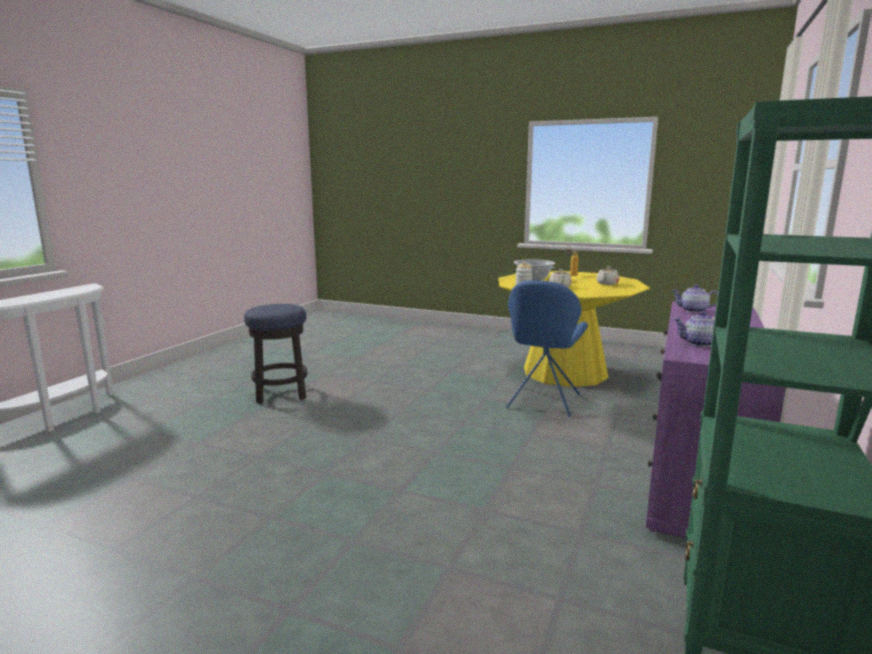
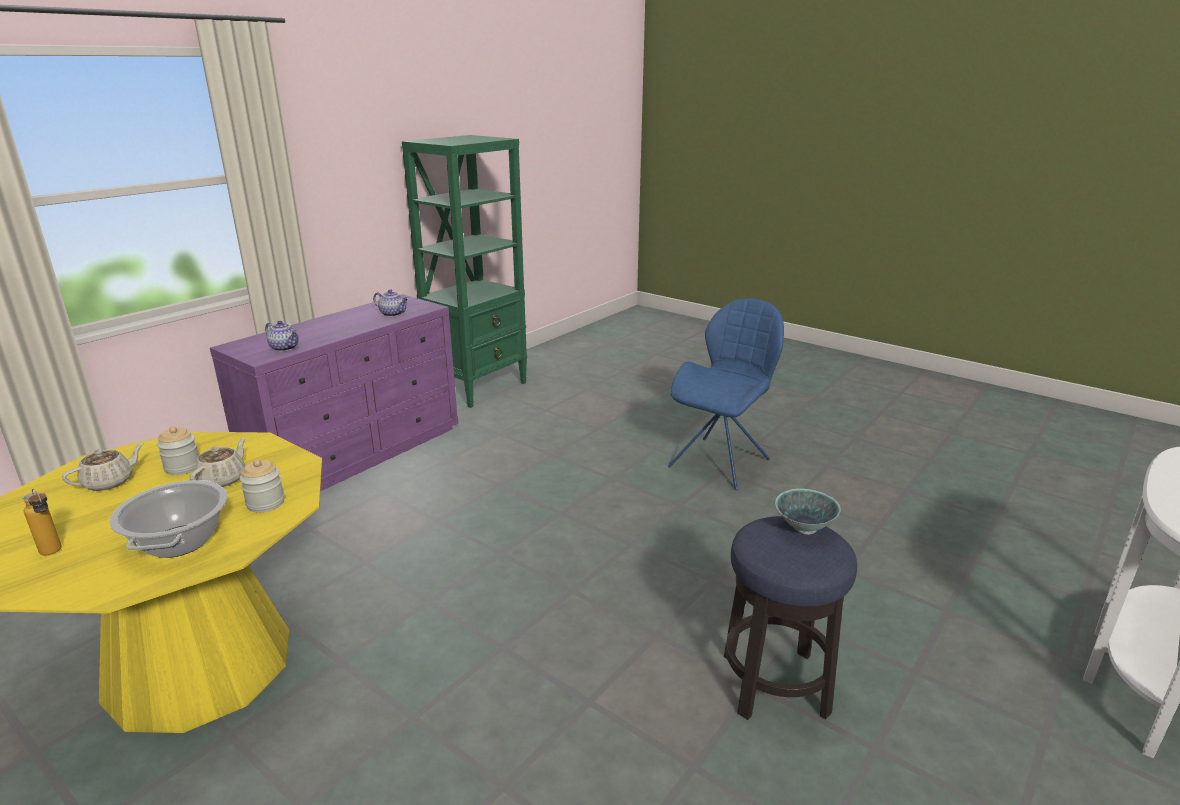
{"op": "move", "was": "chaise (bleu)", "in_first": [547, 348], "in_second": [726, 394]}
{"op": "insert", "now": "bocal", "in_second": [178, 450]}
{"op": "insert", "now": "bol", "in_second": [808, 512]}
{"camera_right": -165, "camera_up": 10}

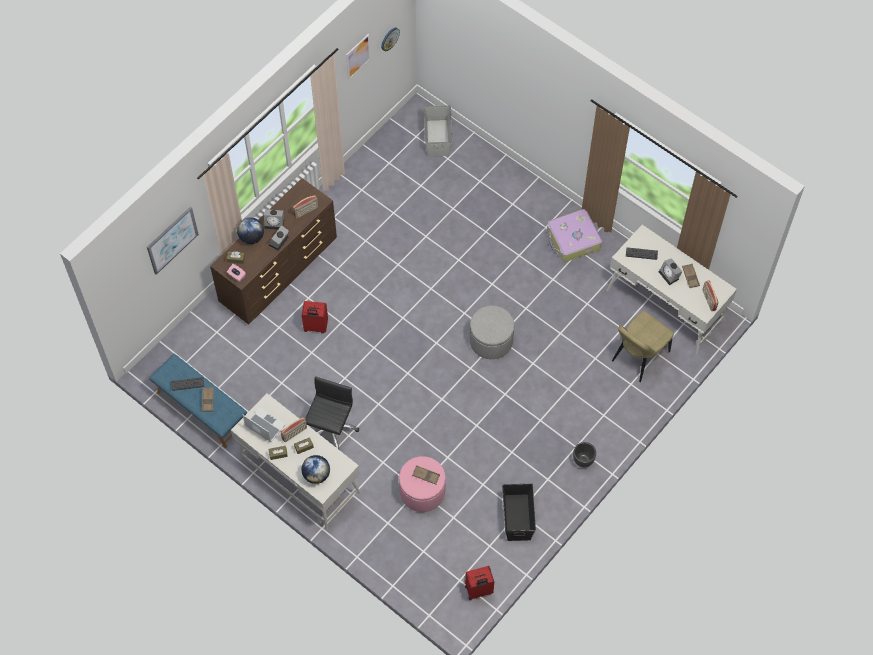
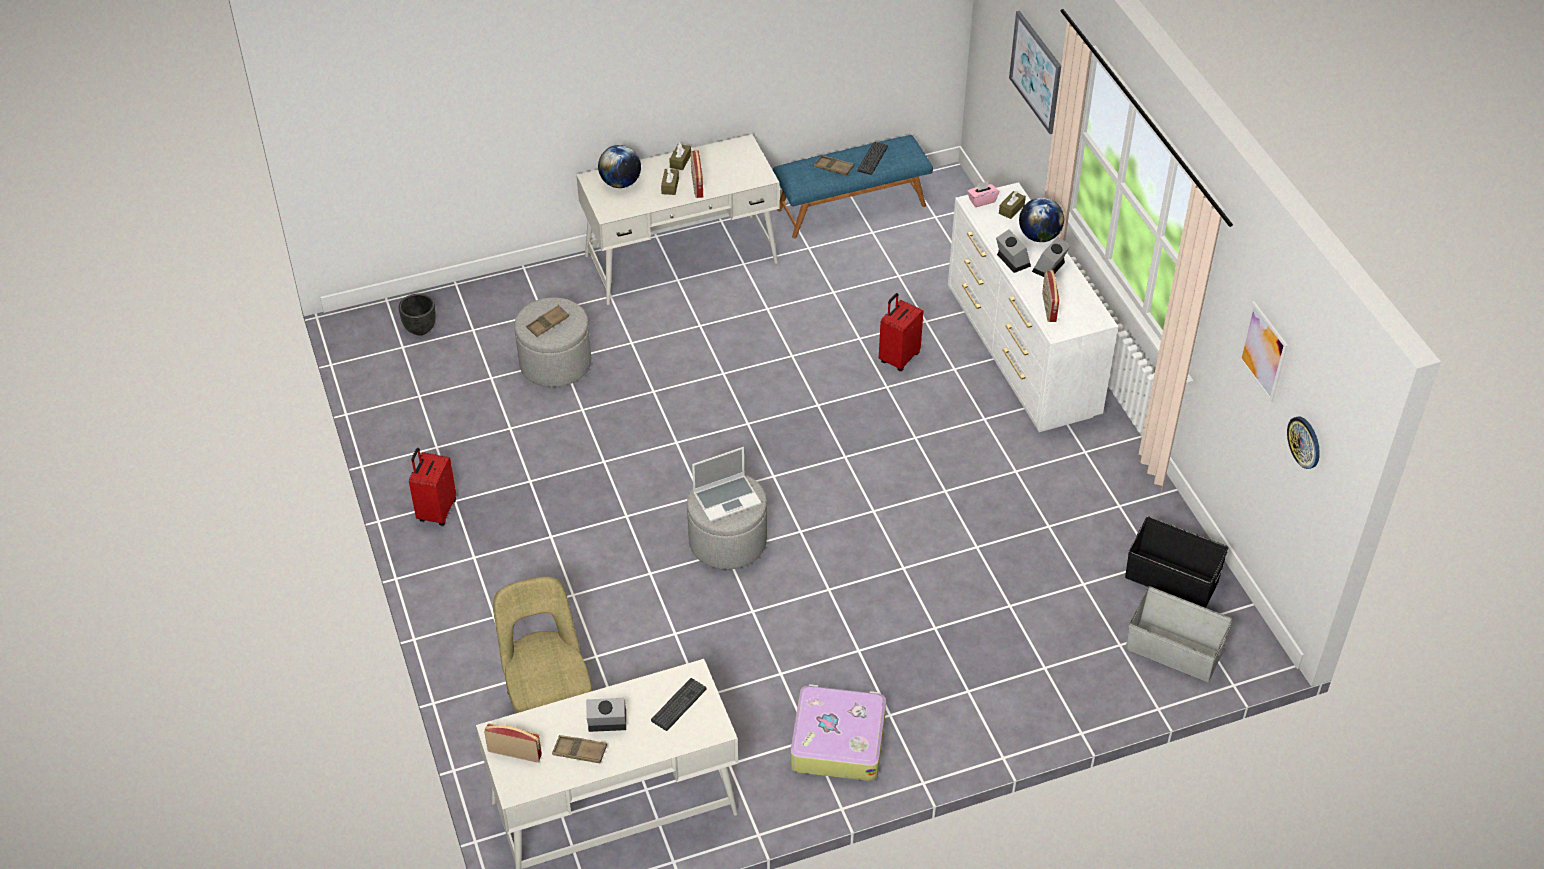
{"op": "recolor", "was": "commode (marron)", "now": "commode (blanc)", "in_first": [273, 251], "in_second": [1033, 307]}
{"op": "move", "was": "ordinateur portable", "in_first": [264, 425], "in_second": [726, 484]}
{"op": "delete", "was": "chaise de bureau (noir)", "in_first": [332, 413]}
{"op": "recolor", "was": "pouf (rose)", "now": "pouf (gris)", "in_first": [422, 484], "in_second": [552, 342]}
{"op": "move", "was": "valise (rouge)", "in_first": [479, 583], "in_second": [432, 486]}
{"op": "move", "was": "boîte de rangement (noir)", "in_first": [519, 512], "in_second": [1177, 562]}
{"op": "move", "was": "cache-pot (noir)", "in_first": [584, 454], "in_second": [417, 314]}
{"camera_right": 120, "camera_up": -15}

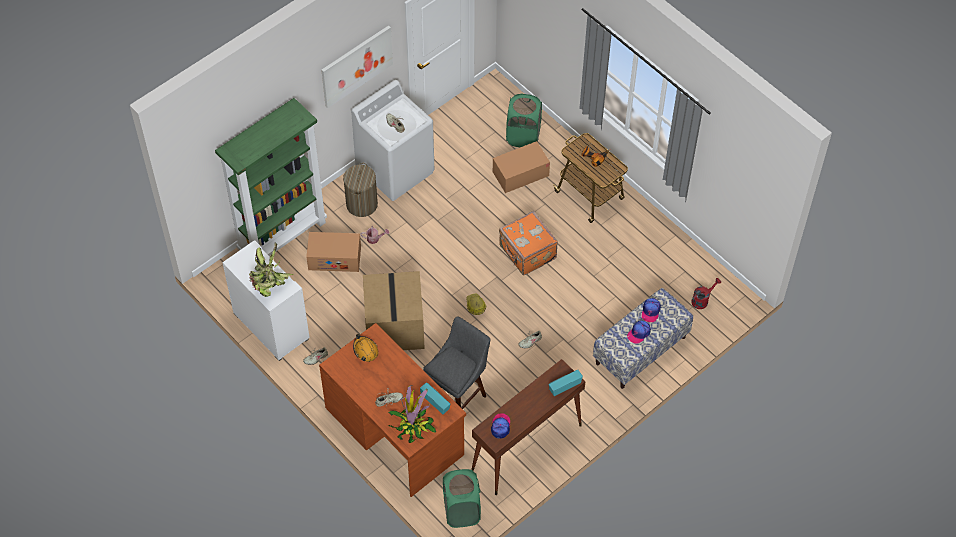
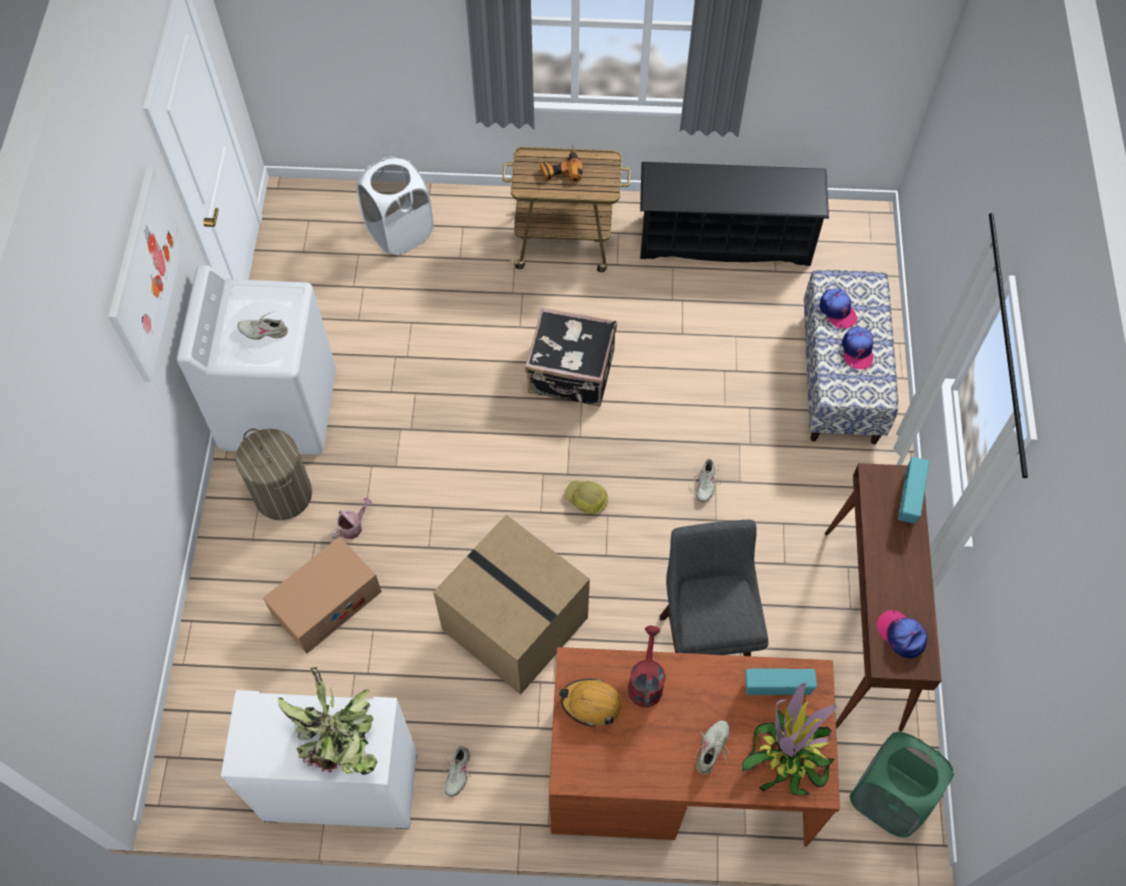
{"op": "delete", "was": "bibliothèque (vert)", "in_first": [271, 177]}
{"op": "delete", "was": "carton", "in_first": [521, 167]}
{"op": "recolor", "was": "valise (orange)", "now": "valise (noir)", "in_first": [528, 243], "in_second": [571, 357]}
{"op": "recolor", "was": "panier à linge (vert)", "now": "panier à linge (blanc)", "in_first": [524, 120], "in_second": [394, 205]}
{"op": "move", "was": "arrosoir (rouge)", "in_first": [706, 293], "in_second": [647, 667]}
{"op": "insert", "now": "étagère à chaussures (noir)", "in_second": [734, 214]}
{"camera_right": -45, "camera_up": 5}

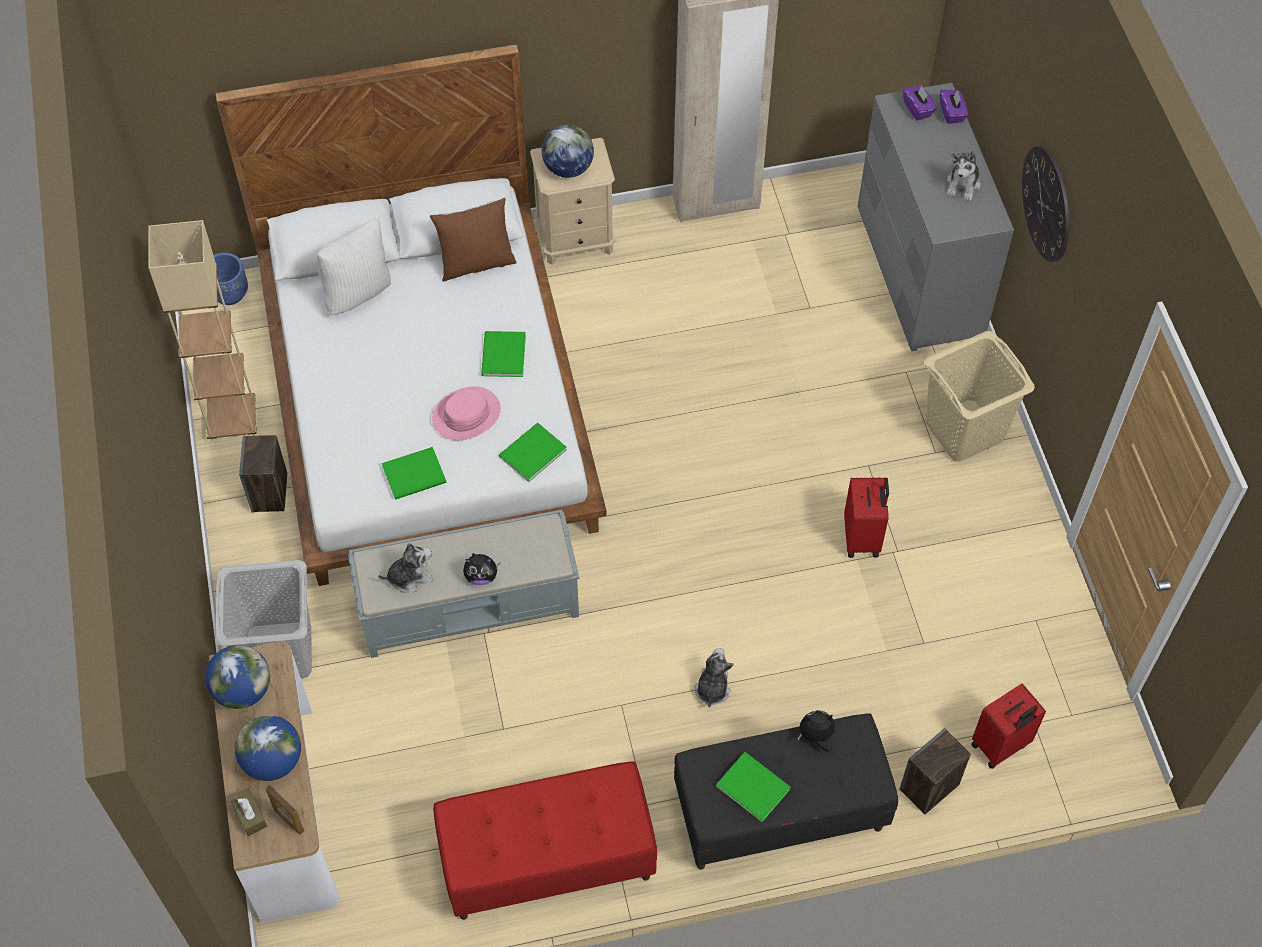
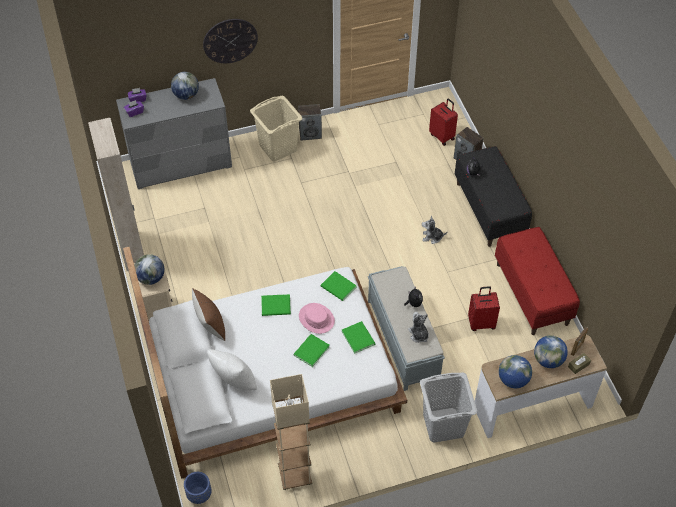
{"op": "move", "was": "enceinte", "in_first": [263, 474], "in_second": [310, 122]}
{"op": "move", "was": "livre (vert)", "in_first": [753, 787], "in_second": [311, 350]}
{"op": "move", "was": "valise (rouge)", "in_first": [866, 518], "in_second": [484, 308]}
{"op": "replace", "was": "peluche", "now": "globe", "in_first": [963, 175], "in_second": [185, 86]}
{"camera_right": -95, "camera_up": -5}

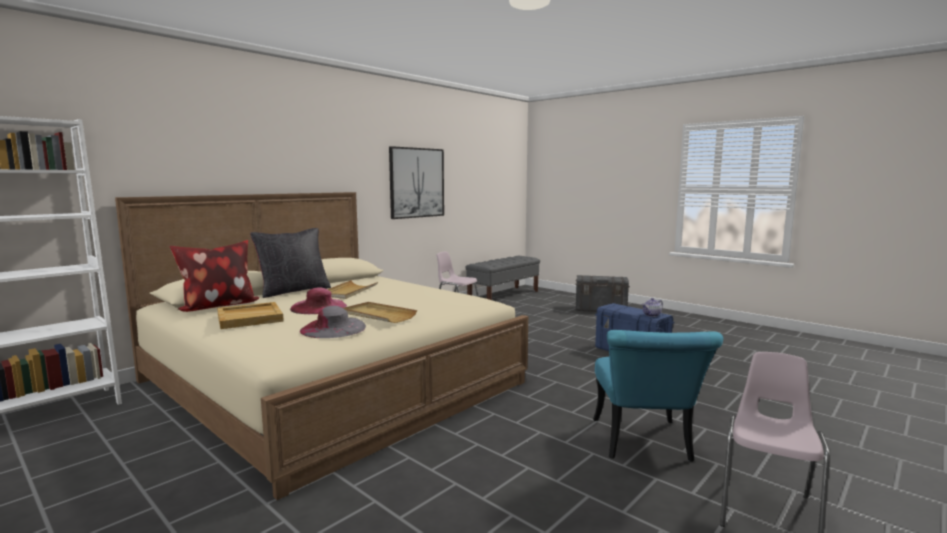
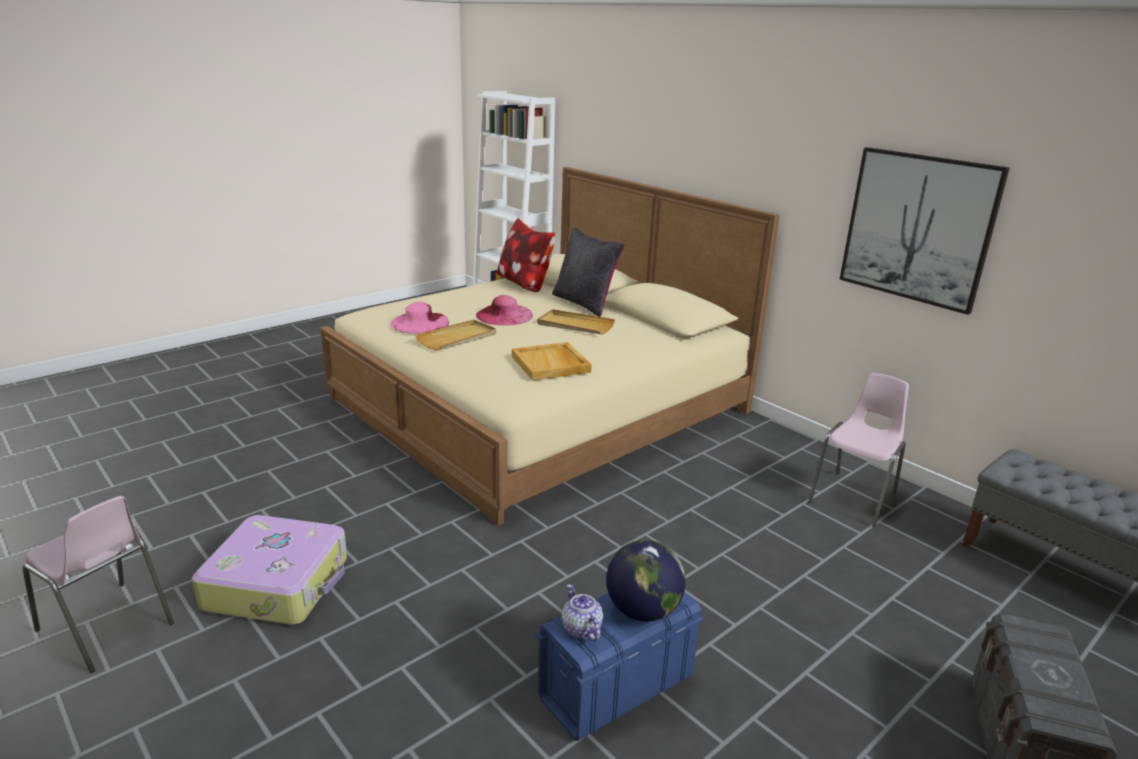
{"op": "move", "was": "plateau (beige)", "in_first": [250, 315], "in_second": [552, 361]}
{"op": "recolor", "was": "chapeau (gris)", "now": "chapeau (rose)", "in_first": [333, 322], "in_second": [419, 318]}
{"op": "replace", "was": "chaise (turquoise)", "now": "valise", "in_first": [658, 396], "in_second": [269, 570]}
{"op": "insert", "now": "globe", "in_second": [646, 581]}
{"camera_right": 95, "camera_up": 15}

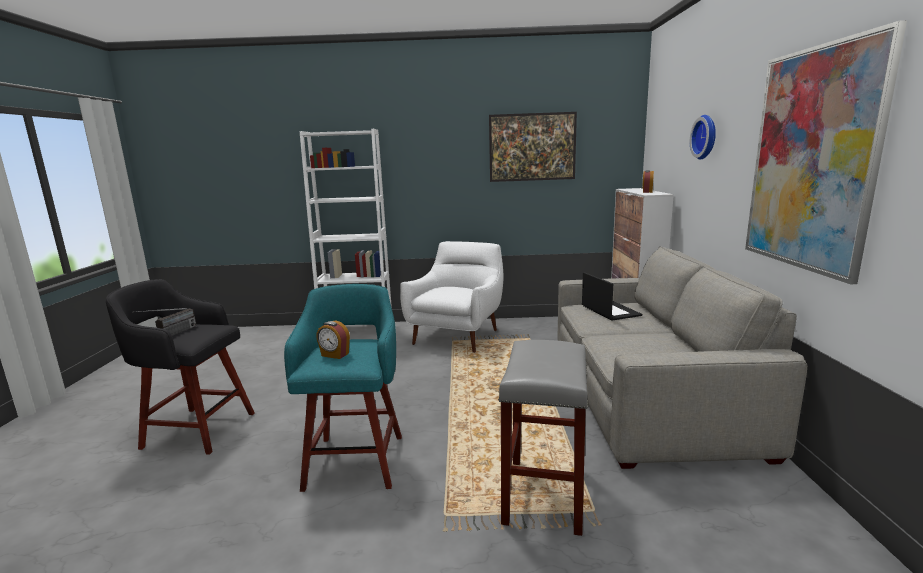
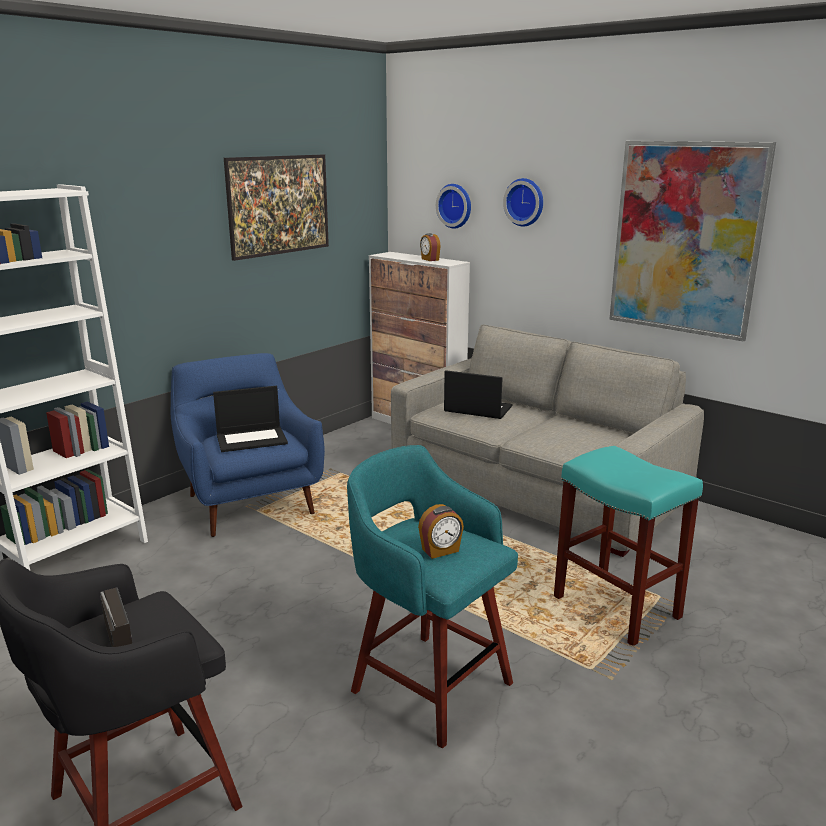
{"op": "recolor", "was": "fauteuil (blanc)", "now": "fauteuil (bleu)", "in_first": [452, 297], "in_second": [248, 445]}
{"op": "recolor", "was": "tabouret (gris)", "now": "tabouret (turquoise)", "in_first": [543, 438], "in_second": [628, 546]}
{"op": "insert", "now": "ordinateur portable", "in_second": [250, 419]}
{"op": "insert", "now": "horloge murale", "in_second": [453, 206]}
{"camera_right": -50, "camera_up": 5}

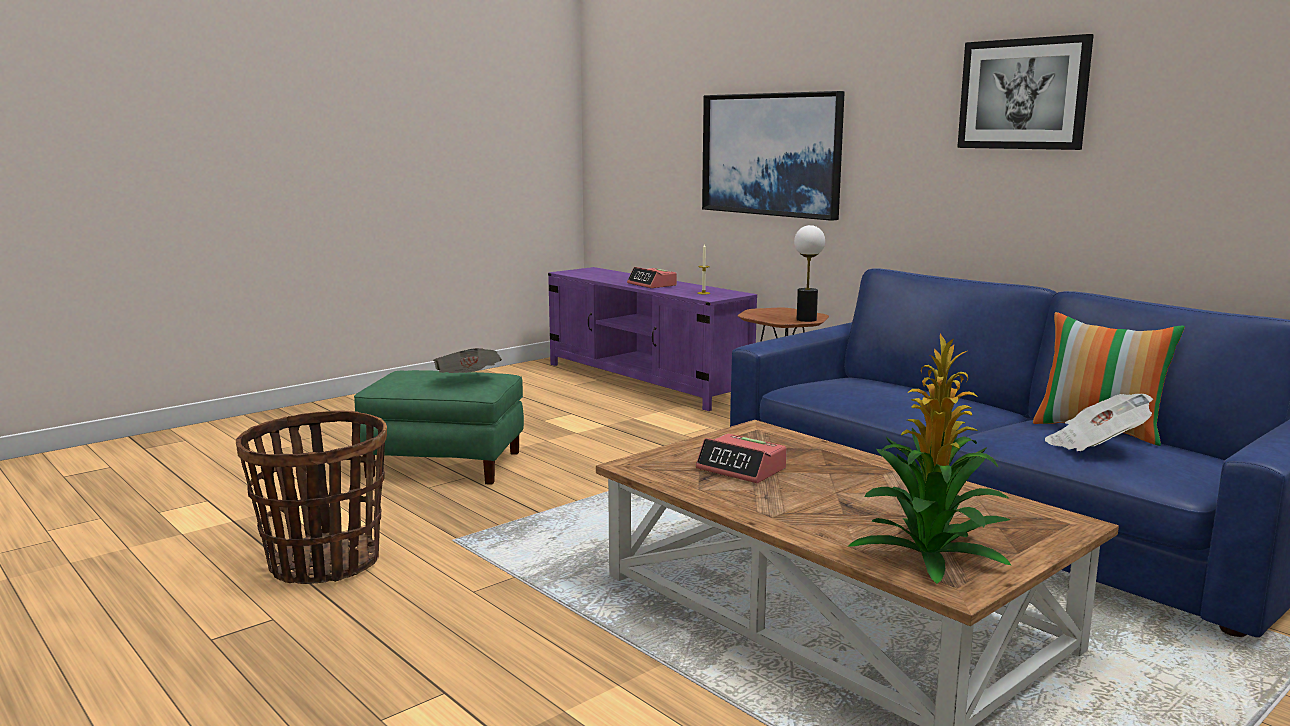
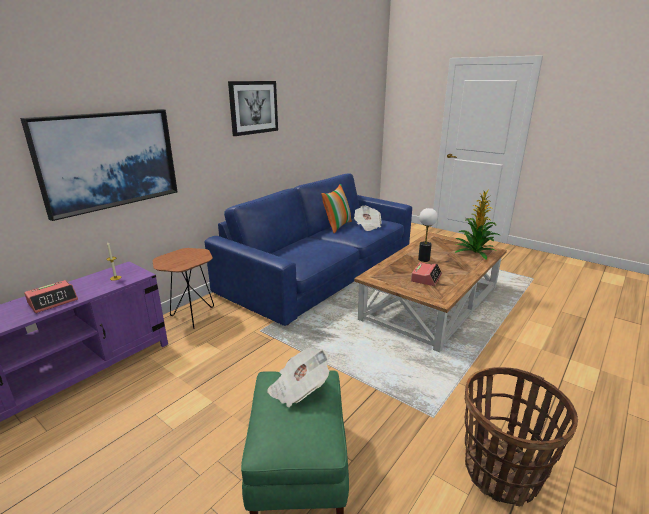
{"op": "move", "was": "lampe de table", "in_first": [809, 273], "in_second": [428, 235]}
{"camera_right": -100, "camera_up": 10}

